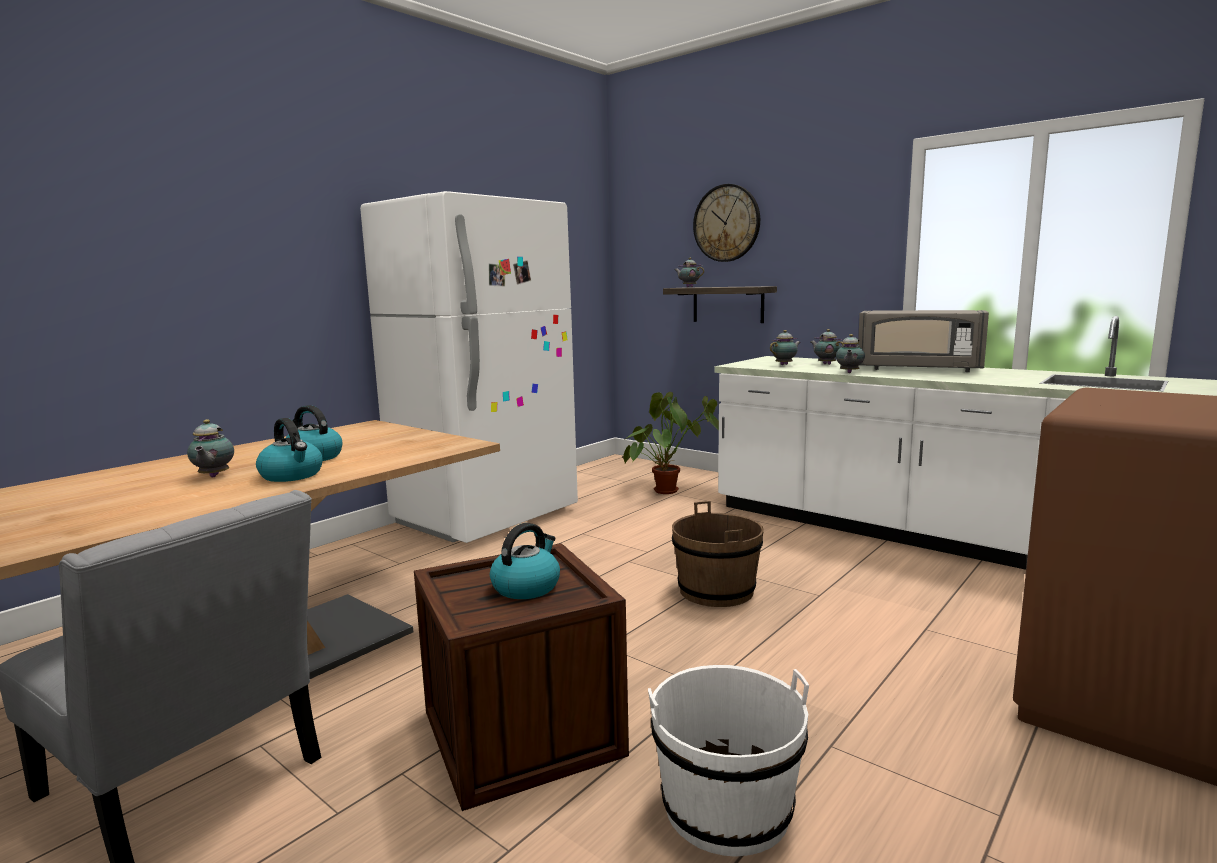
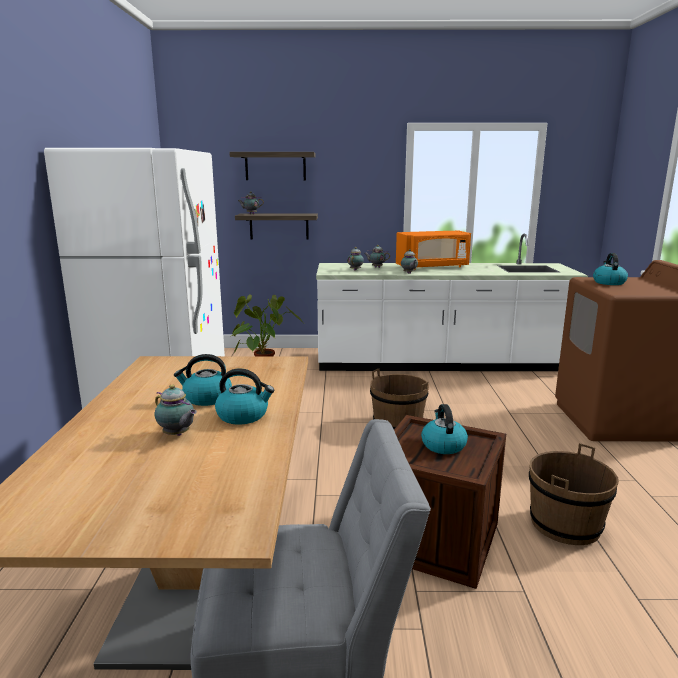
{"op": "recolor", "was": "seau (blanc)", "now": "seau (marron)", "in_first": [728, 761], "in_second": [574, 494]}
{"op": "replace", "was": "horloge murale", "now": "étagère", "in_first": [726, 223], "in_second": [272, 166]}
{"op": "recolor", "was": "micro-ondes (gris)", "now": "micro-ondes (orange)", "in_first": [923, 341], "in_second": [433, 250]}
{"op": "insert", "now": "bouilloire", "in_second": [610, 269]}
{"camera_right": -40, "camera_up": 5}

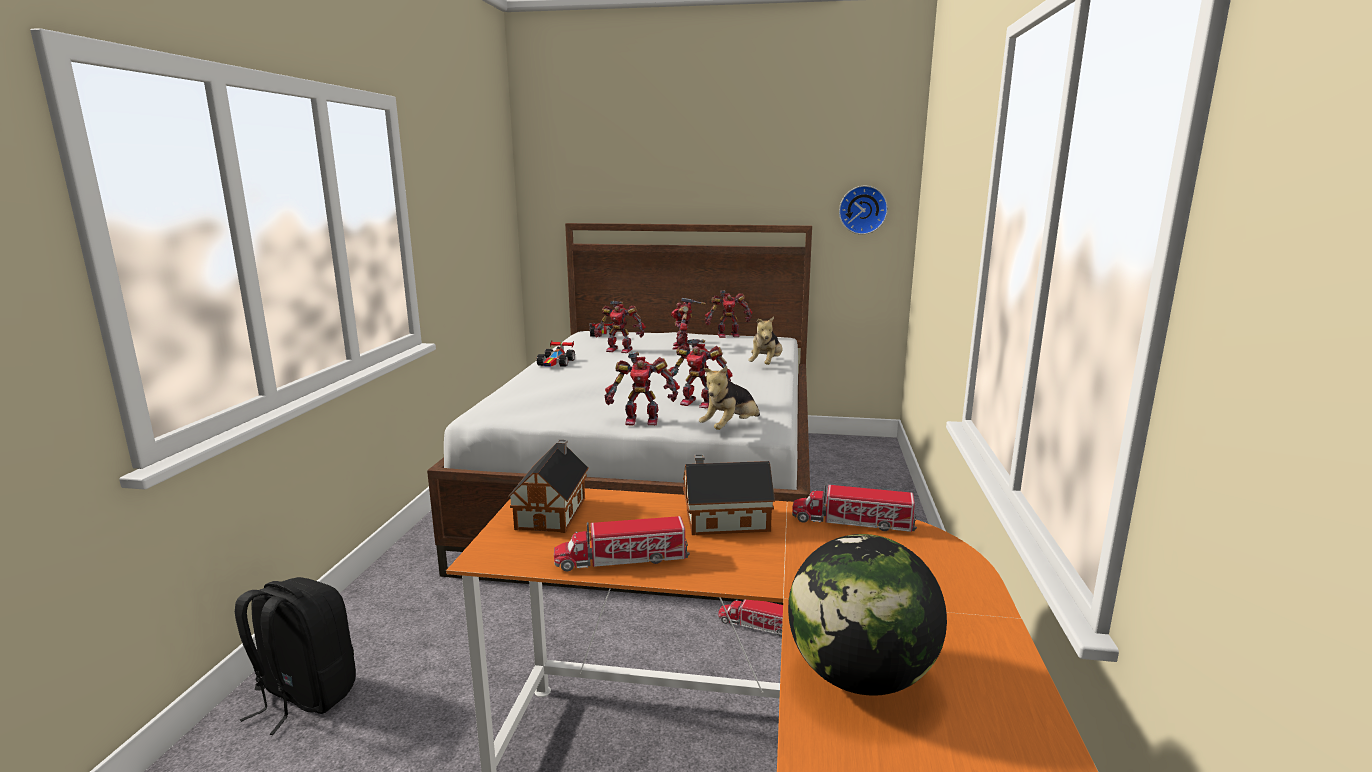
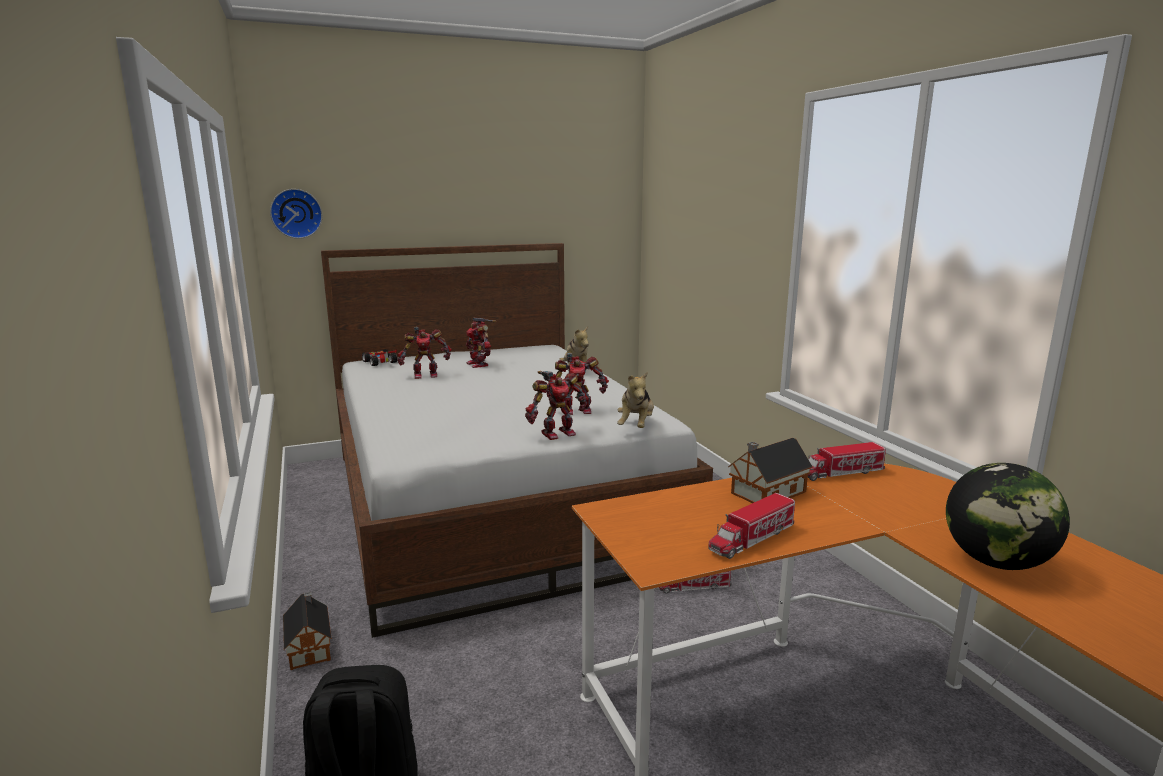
{"op": "move", "was": "maison miniature", "in_first": [548, 486], "in_second": [307, 631]}
{"op": "delete", "was": "petite voiture", "in_first": [556, 354]}
{"op": "delete", "was": "robot jouet", "in_first": [729, 314]}
{"op": "move", "was": "horloge murale", "in_first": [863, 210], "in_second": [296, 214]}
{"camera_right": -30, "camera_up": 0}

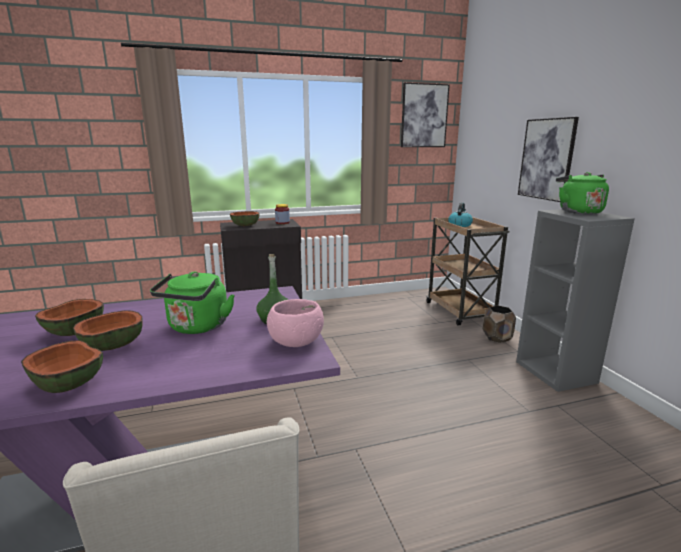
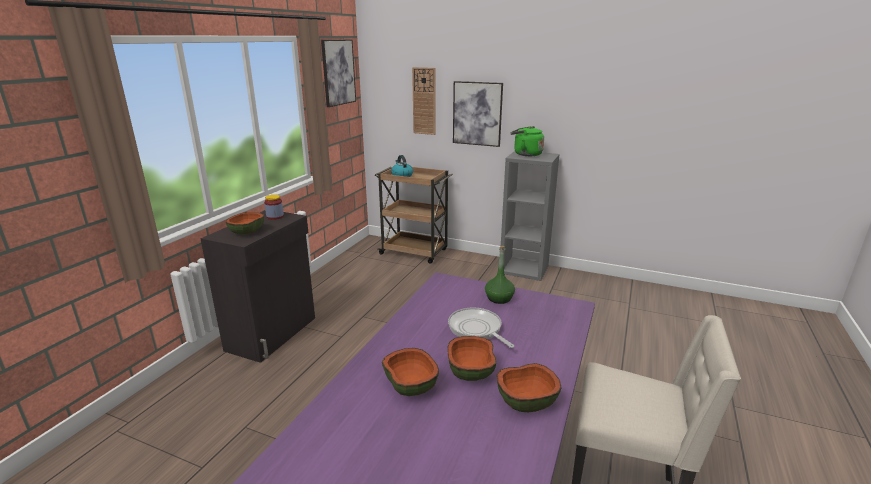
{"op": "replace", "was": "bouilloire (vert)", "now": "poêle", "in_first": [192, 302], "in_second": [481, 327]}
{"op": "delete", "was": "bol (rose)", "in_first": [295, 323]}
{"op": "delete", "was": "cache-pot (marron)", "in_first": [499, 324]}
{"op": "insert", "now": "horloge murale", "in_second": [423, 101]}
{"camera_right": -50, "camera_up": 5}

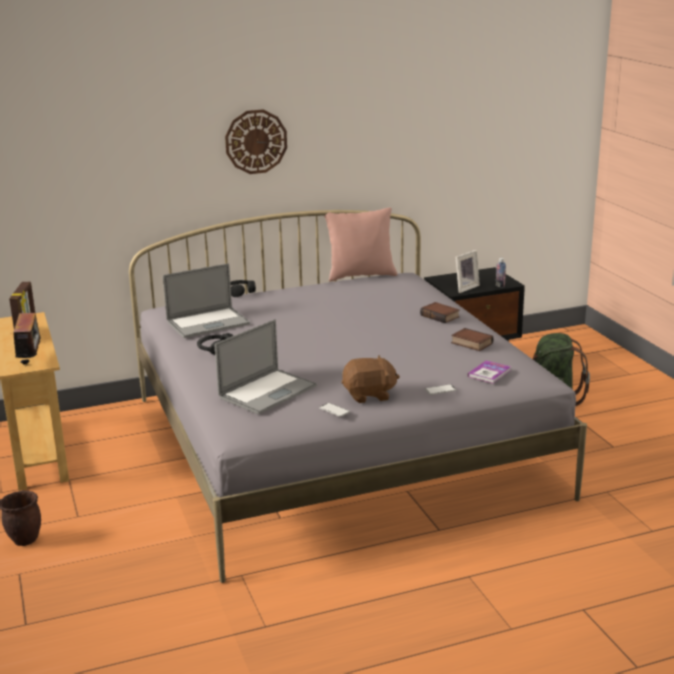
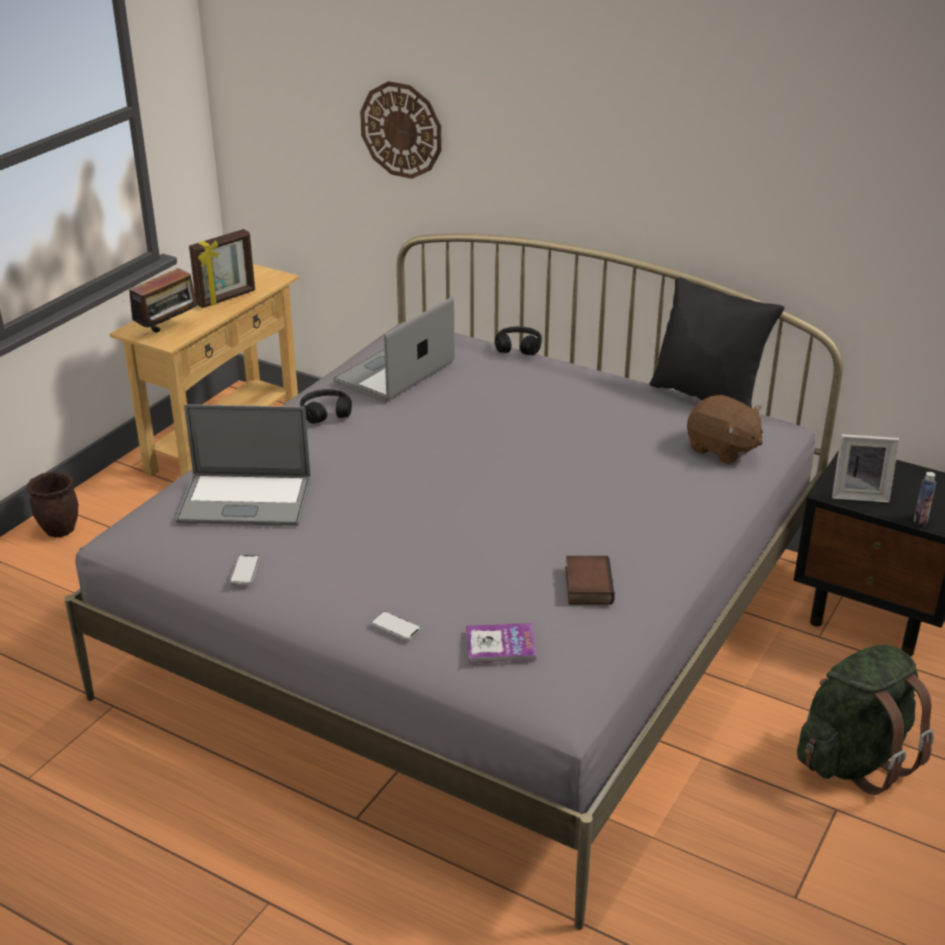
{"op": "rotate", "was": "ordinateur portable", "in_first": [206, 300], "in_second": [394, 349], "clockwise": 105}
{"op": "move", "was": "horloge murale", "in_first": [256, 141], "in_second": [401, 130]}
{"op": "recolor", "was": "coussin (rose)", "now": "coussin (noir)", "in_first": [361, 244], "in_second": [716, 342]}
{"op": "move", "was": "peluche (marron)", "in_first": [371, 379], "in_second": [725, 430]}
{"op": "delete", "was": "livre", "in_first": [440, 312]}
{"camera_right": 50, "camera_up": 10}

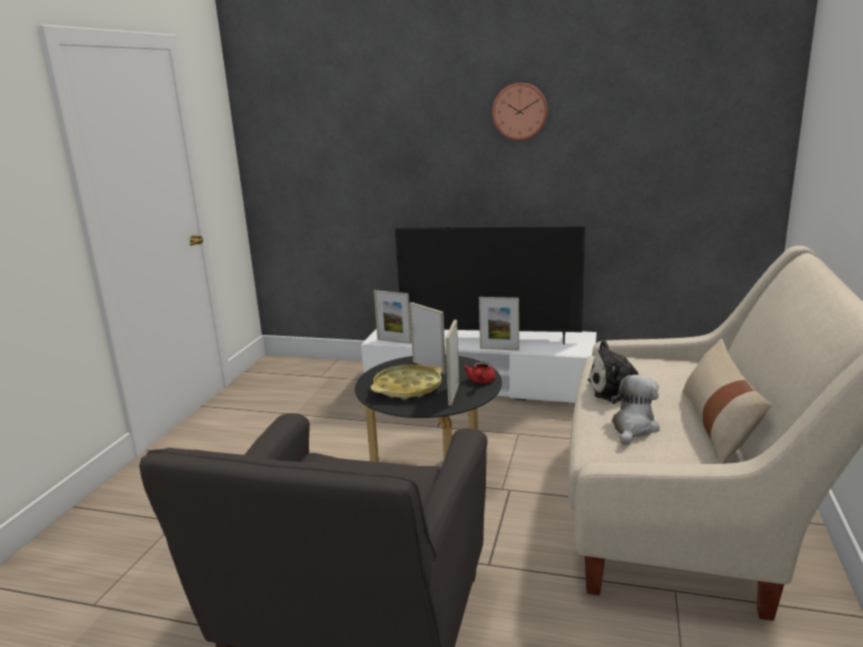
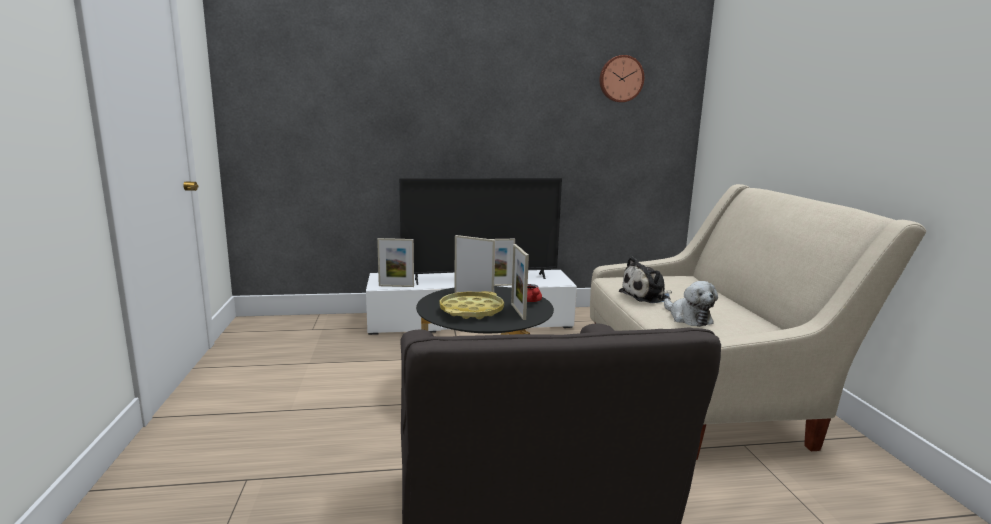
{"op": "move", "was": "horloge murale", "in_first": [520, 111], "in_second": [622, 78]}
{"op": "rotate", "was": "peluche", "in_first": [635, 410], "in_second": [691, 304], "clockwise": 150}
{"op": "delete", "was": "coussin (beige)", "in_first": [727, 401]}
{"camera_right": -25, "camera_up": -5}

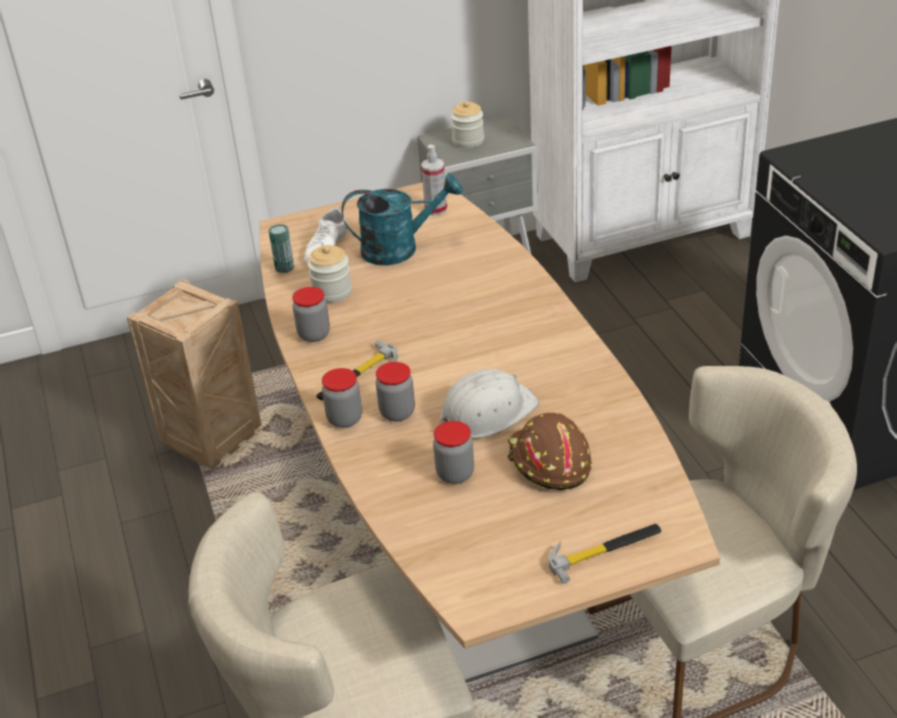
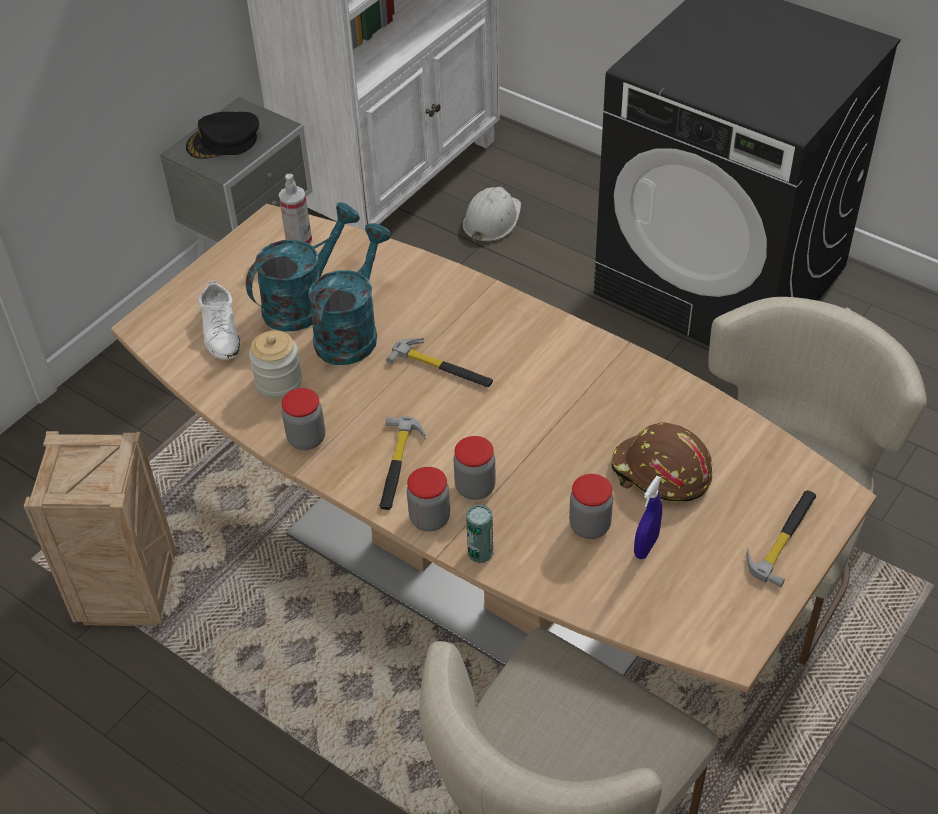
{"op": "move", "was": "boîte métallique", "in_first": [281, 248], "in_second": [479, 533]}
{"op": "move", "was": "casque de chantier (blanc)", "in_first": [489, 404], "in_second": [492, 214]}
{"op": "replace", "was": "bocal", "now": "casquette (noir)", "in_first": [467, 124], "in_second": [222, 135]}
{"op": "insert", "now": "arrosoir (turquoise)", "in_second": [349, 294]}
{"op": "insert", "now": "marteau", "in_second": [439, 362]}
{"op": "insert", "now": "vaporisateur (bleu)", "in_second": [648, 517]}
{"camera_right": -35, "camera_up": 10}

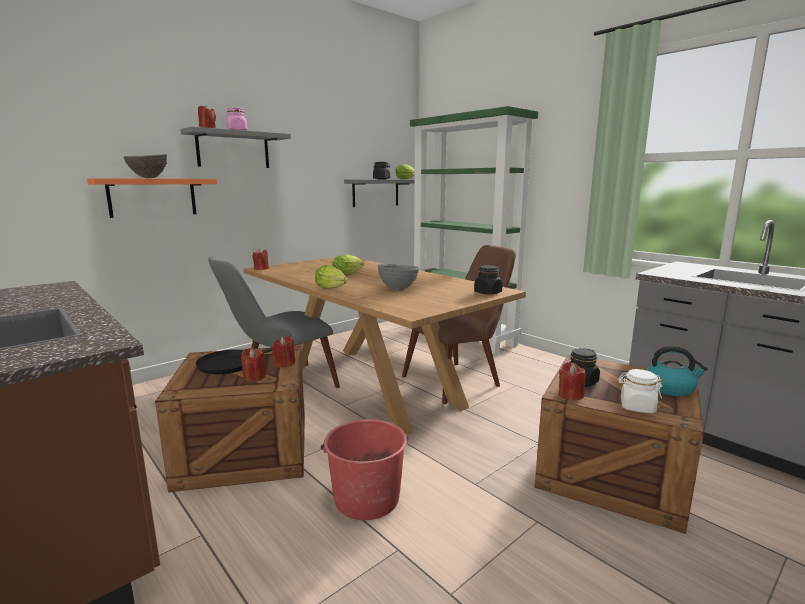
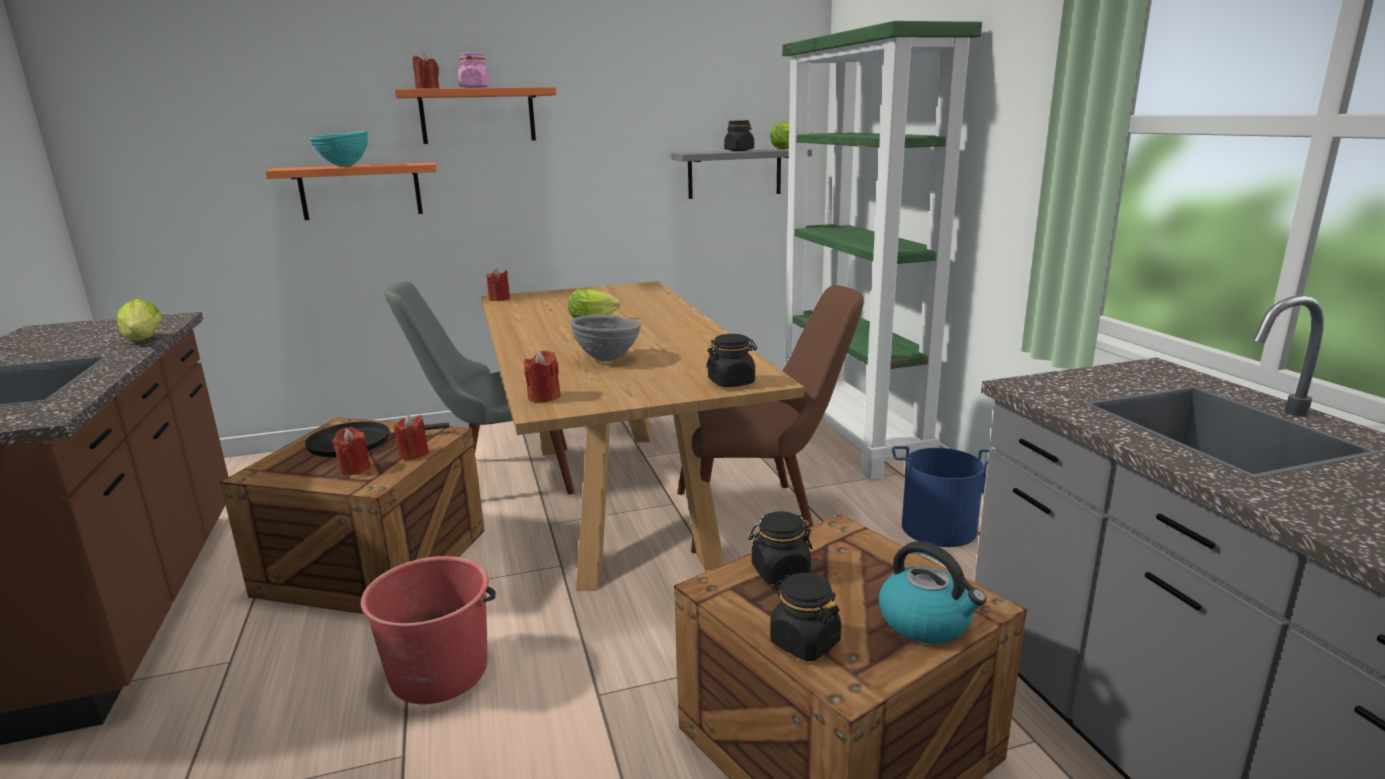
{"op": "recolor", "was": "bol (marron)", "now": "bol (turquoise)", "in_first": [145, 166], "in_second": [338, 149]}
{"op": "recolor", "was": "étagère (gris)", "now": "étagère (orange)", "in_first": [235, 147], "in_second": [475, 115]}
{"op": "move", "was": "laitue", "in_first": [331, 277], "in_second": [140, 320]}
{"op": "move", "was": "bougie (rouge)", "in_first": [572, 381], "in_second": [542, 376]}
{"op": "recolor", "was": "bocal (blanc)", "now": "bocal (noir)", "in_first": [640, 391], "in_second": [805, 617]}
{"op": "insert", "now": "seau (bleu)", "in_second": [940, 496]}
{"camera_right": 25, "camera_up": 5}

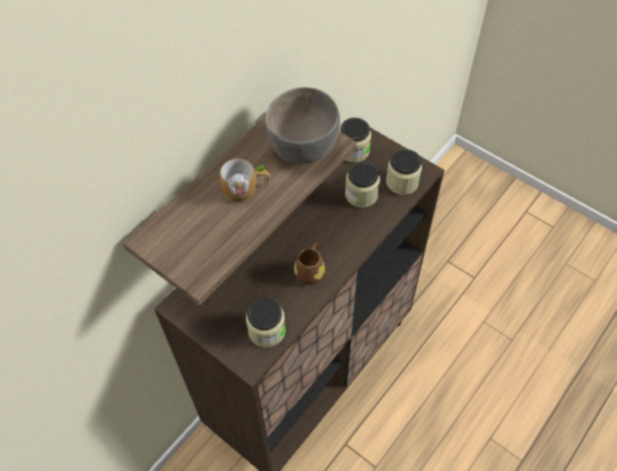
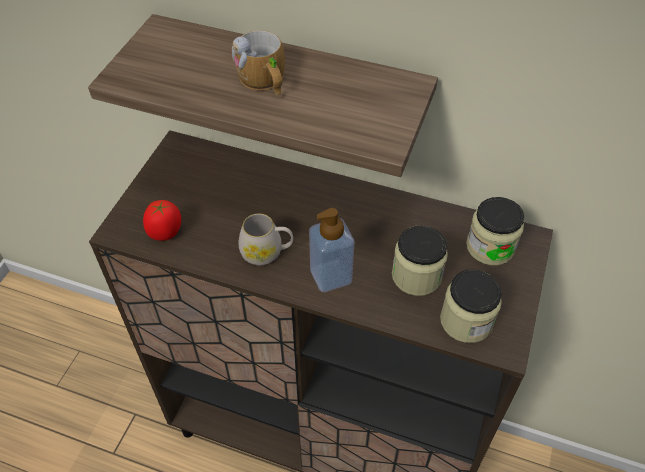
{"op": "replace", "was": "bocal", "now": "tomate", "in_first": [266, 322], "in_second": [162, 220]}
{"op": "delete", "was": "bol (gris)", "in_first": [302, 125]}
{"op": "recolor", "was": "mug (marron)", "now": "mug (blanc)", "in_first": [309, 264], "in_second": [266, 239]}
{"op": "insert", "now": "distributeur de savon", "in_second": [331, 250]}
{"camera_right": 70, "camera_up": -5}

